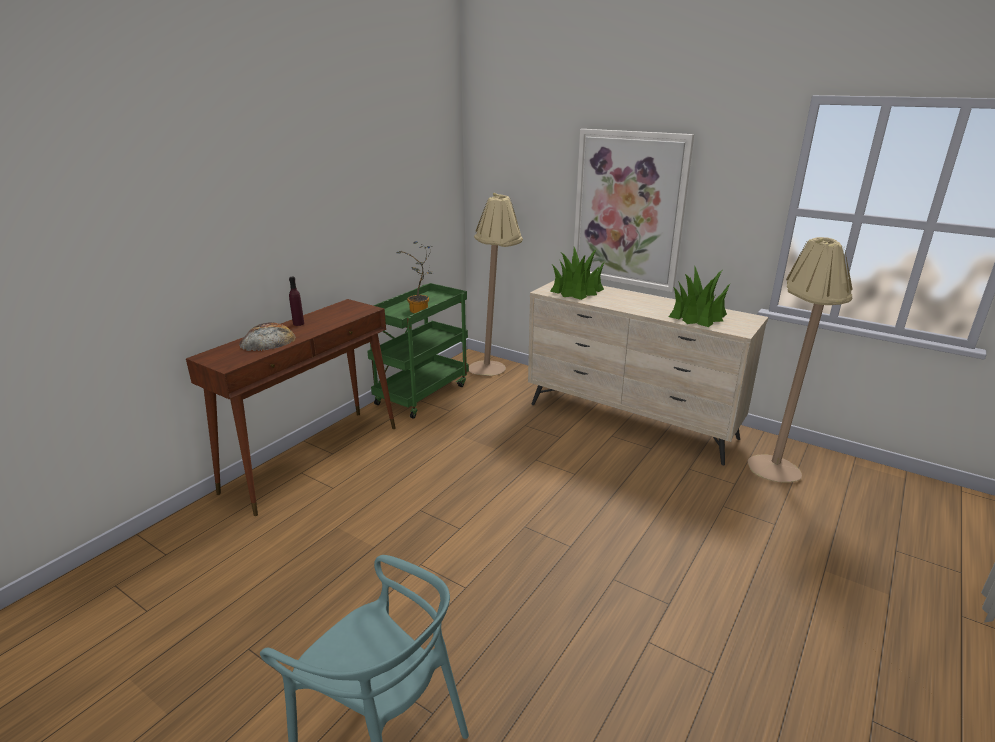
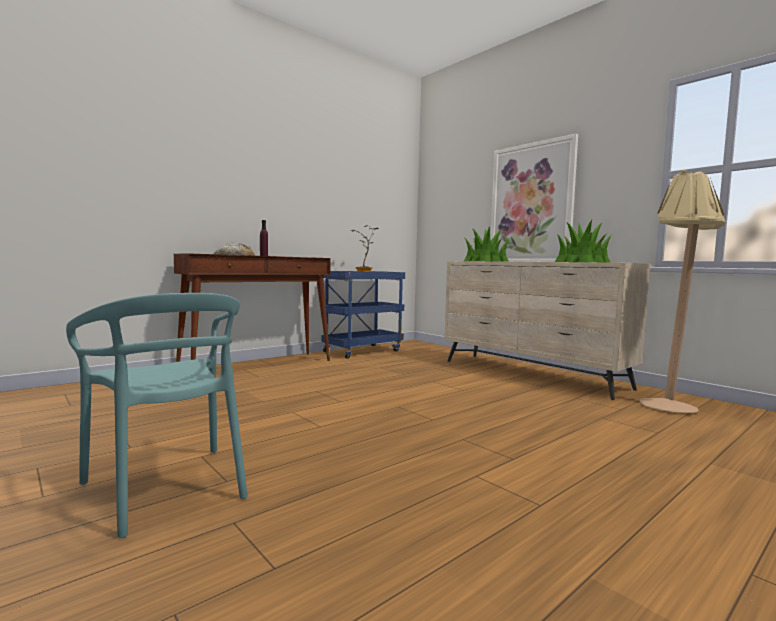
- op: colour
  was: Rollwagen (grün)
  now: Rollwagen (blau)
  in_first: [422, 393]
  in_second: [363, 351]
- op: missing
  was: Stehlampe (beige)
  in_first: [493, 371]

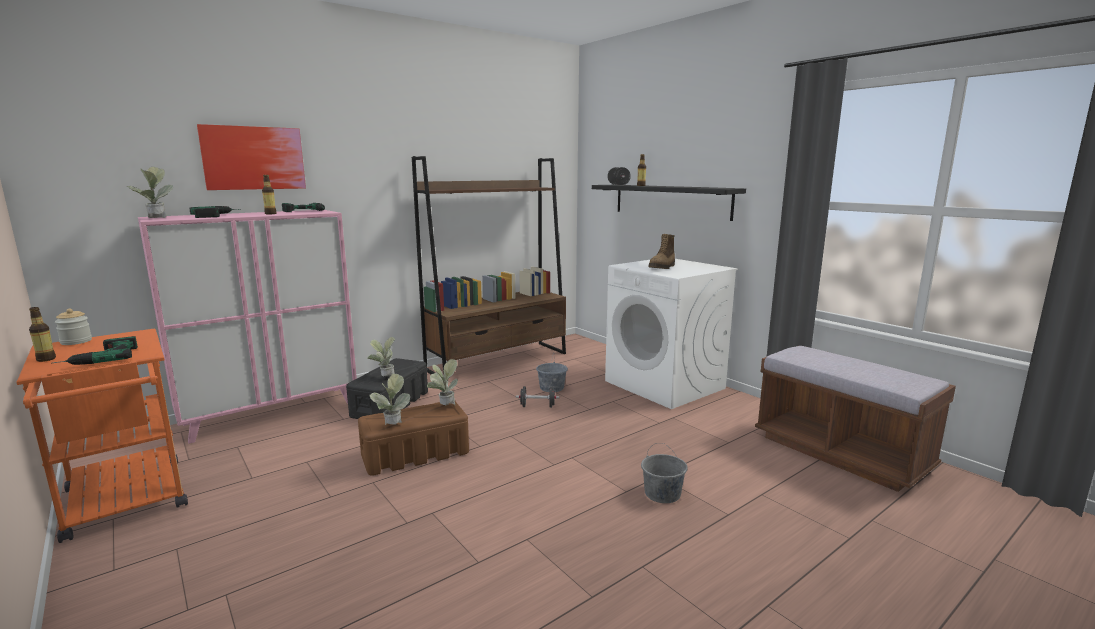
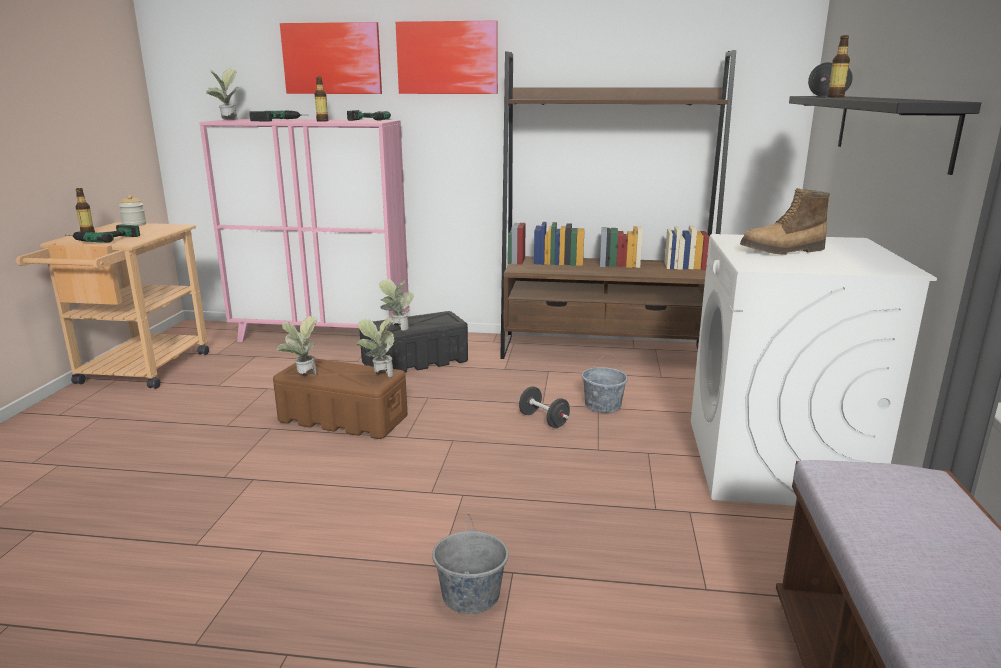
- op: colour
  was: Rollwagen (orange)
  now: Rollwagen (beige)
  in_first: [126, 503]
  in_second: [138, 372]
- op: appeared
  now: Bild
  in_second: [447, 58]

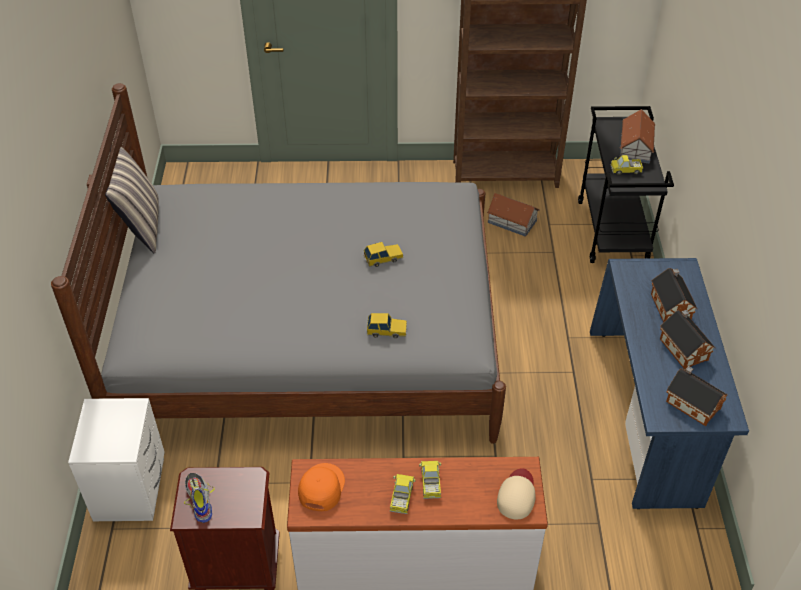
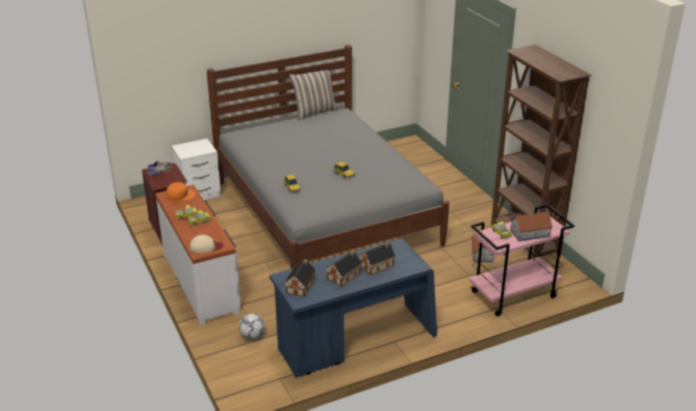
- op: appeared
  now: Fußball
  in_second: [252, 336]
- op: colour
  was: Rollwagen (schwarz)
  now: Rollwagen (rosa)
  in_first: [613, 232]
  in_second: [513, 295]

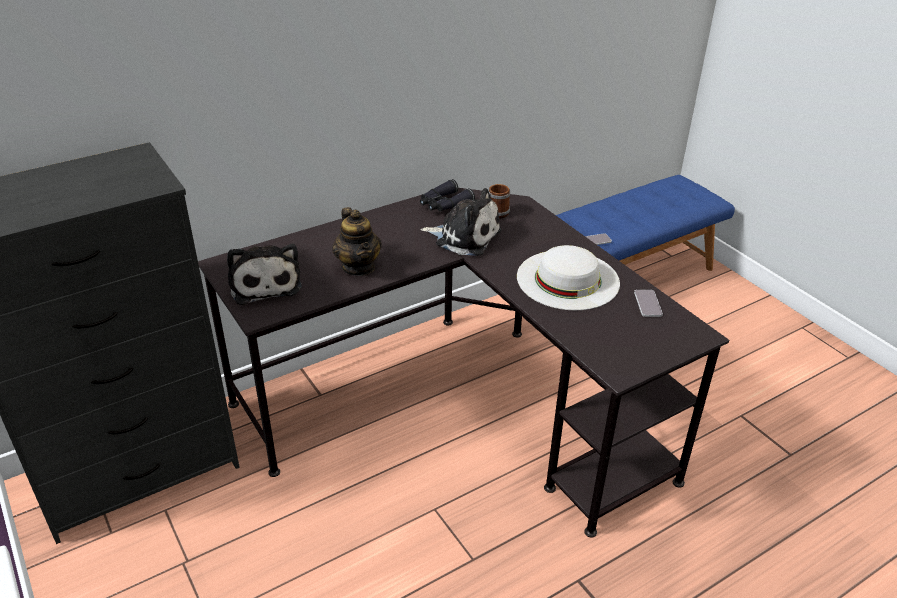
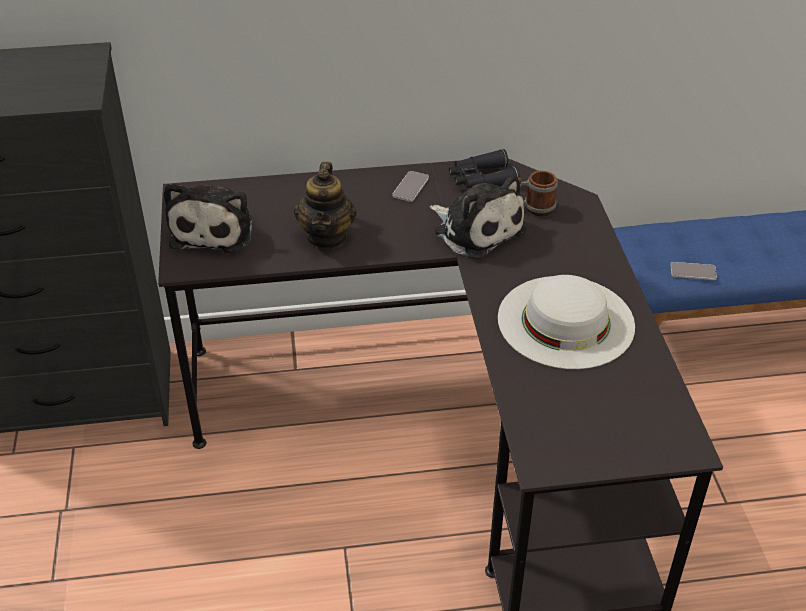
- op: relocated
  was: Handy
  in_first: [647, 304]
  in_second: [410, 187]

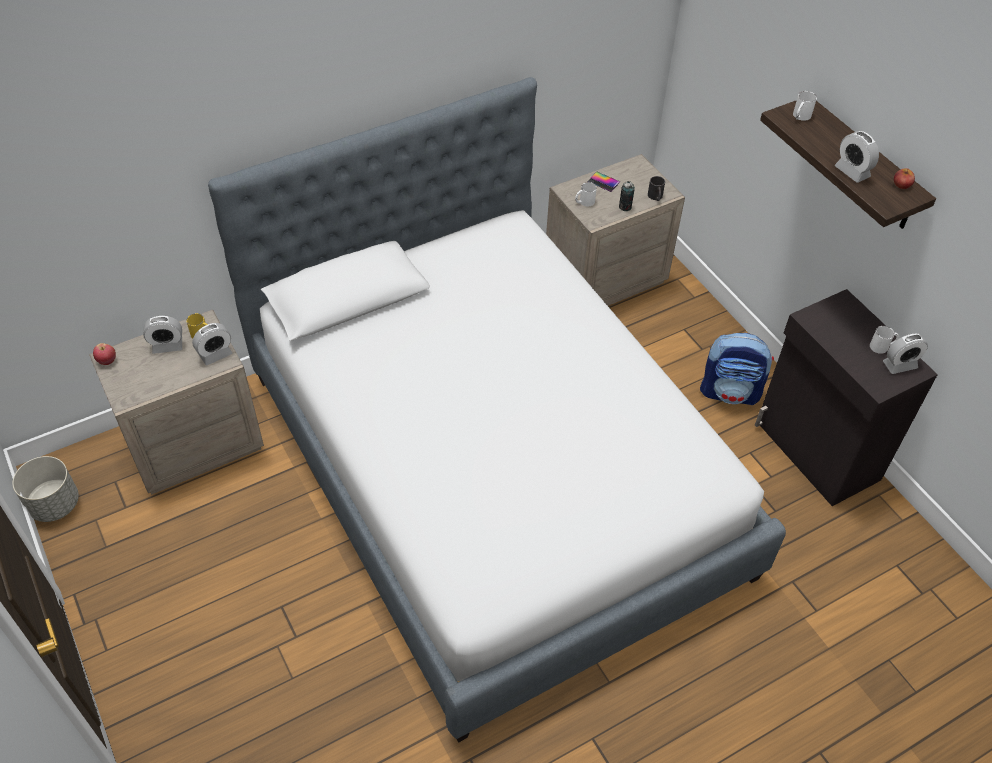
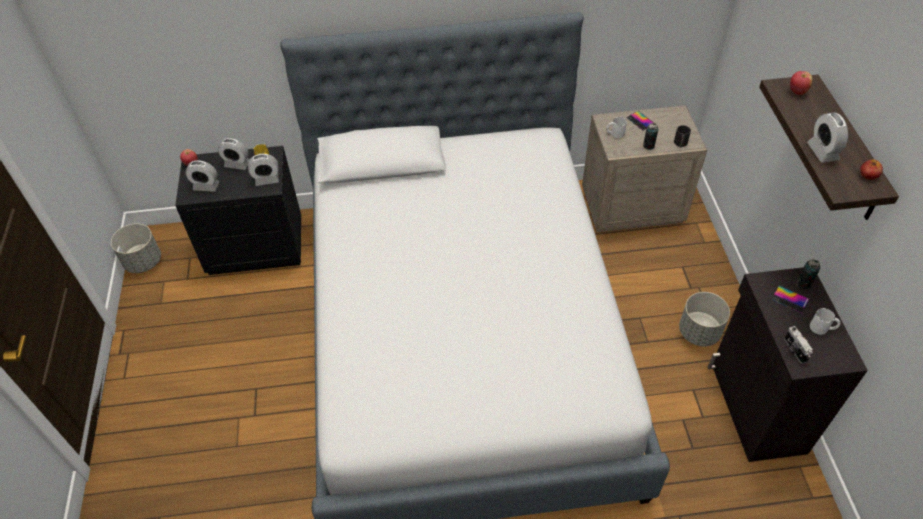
- op: colour
  was: Nachttisch (beige)
  now: Nachttisch (schwarz)
  in_first: [194, 443]
  in_second: [256, 246]
- op: relocated
  was: Wecker
  in_first: [899, 365]
  in_second: [206, 186]
- op: exchanged
  was: Rucksack
  now: Pflanzkübel (grau)
  in_first: [730, 392]
  in_second: [699, 332]
- op: appeared
  now: Handy
  in_second: [790, 299]
- op: appeared
  now: Kamera
  in_second: [794, 350]
- op: exchanged
  was: Henkelbecher (weiß)
  now: Apfel
  in_first: [800, 116]
  in_second: [797, 91]
- op: appeared
  now: Dose
  in_second: [803, 284]

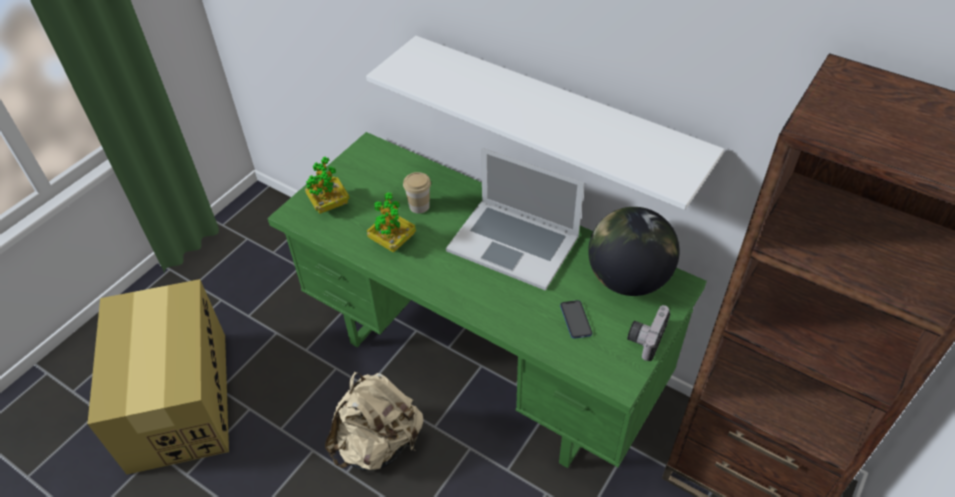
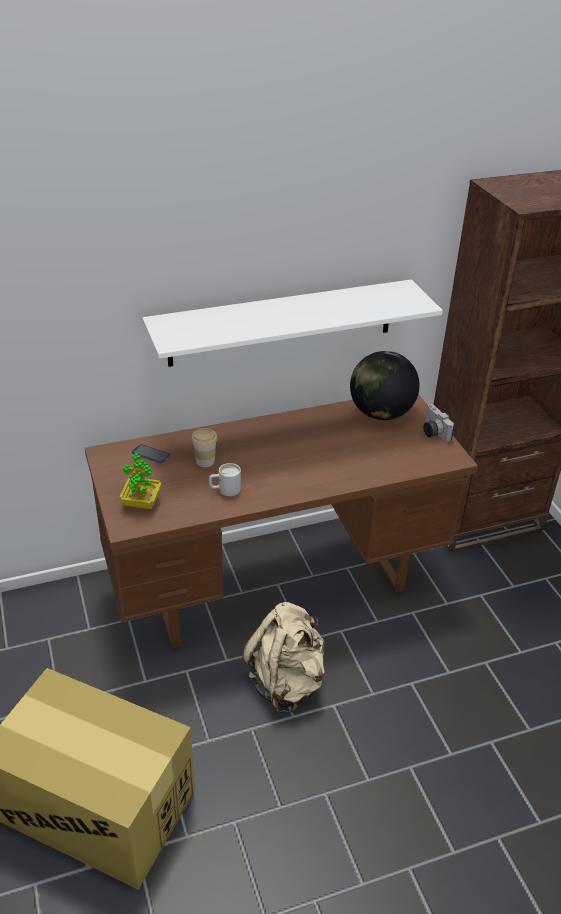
- op: colour
  was: Schreibtisch (grün)
  now: Schreibtisch (braun)
  in_first: [483, 363]
  in_second: [277, 582]
- op: relocated
  was: Handy
  in_first: [575, 320]
  in_second: [151, 454]
- op: exchanged
  was: Topfpflanze
  now: Henkelbecher (weiß)
  in_first: [392, 241]
  in_second: [224, 490]
- op: missing
  was: Laptop
  in_first: [513, 243]

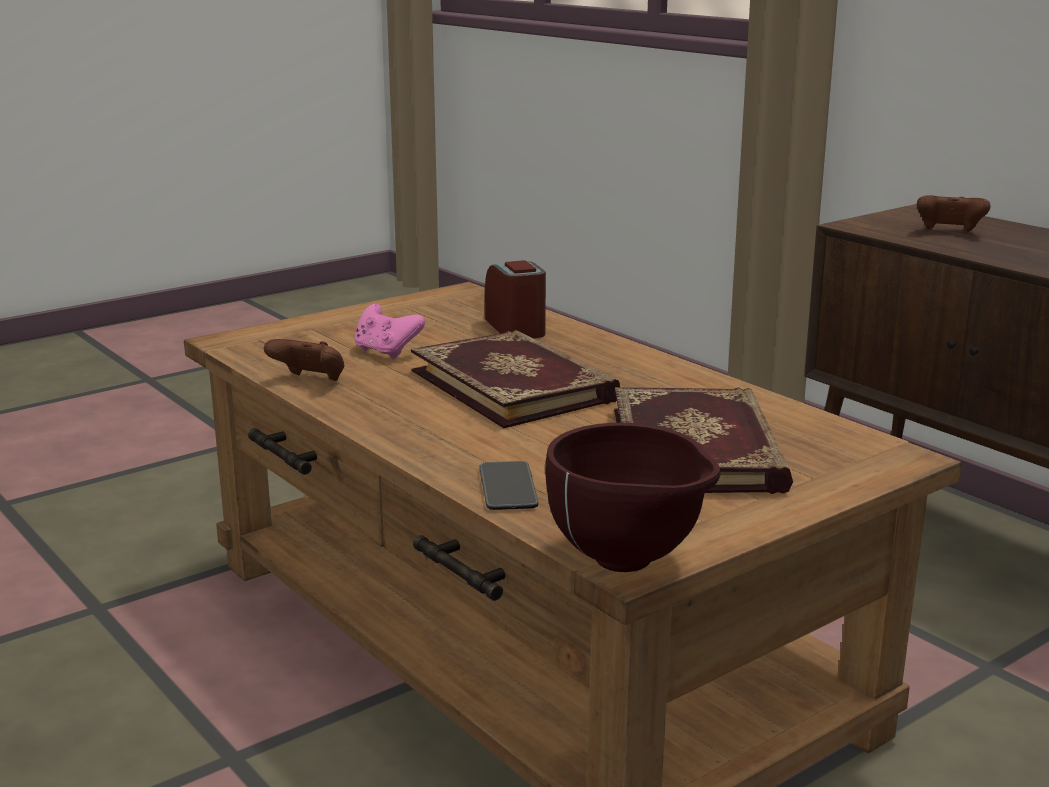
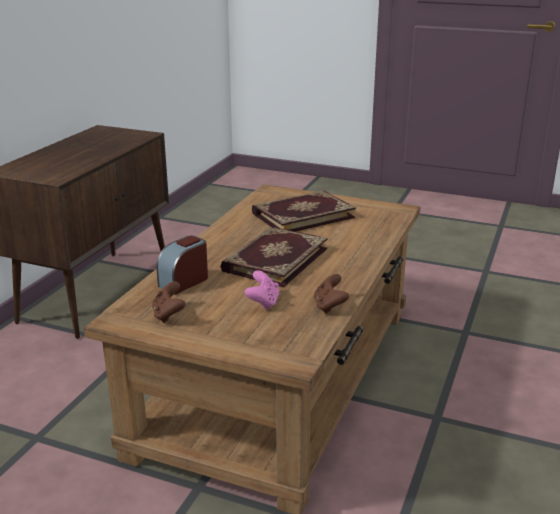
- op: relocated
  was: Gamepad (braun)
  in_first: [949, 232]
  in_second: [168, 315]
- op: missing
  was: Handy
  in_first: [508, 488]
- op: missing
  was: Schüssel (braun)
  in_first: [630, 563]

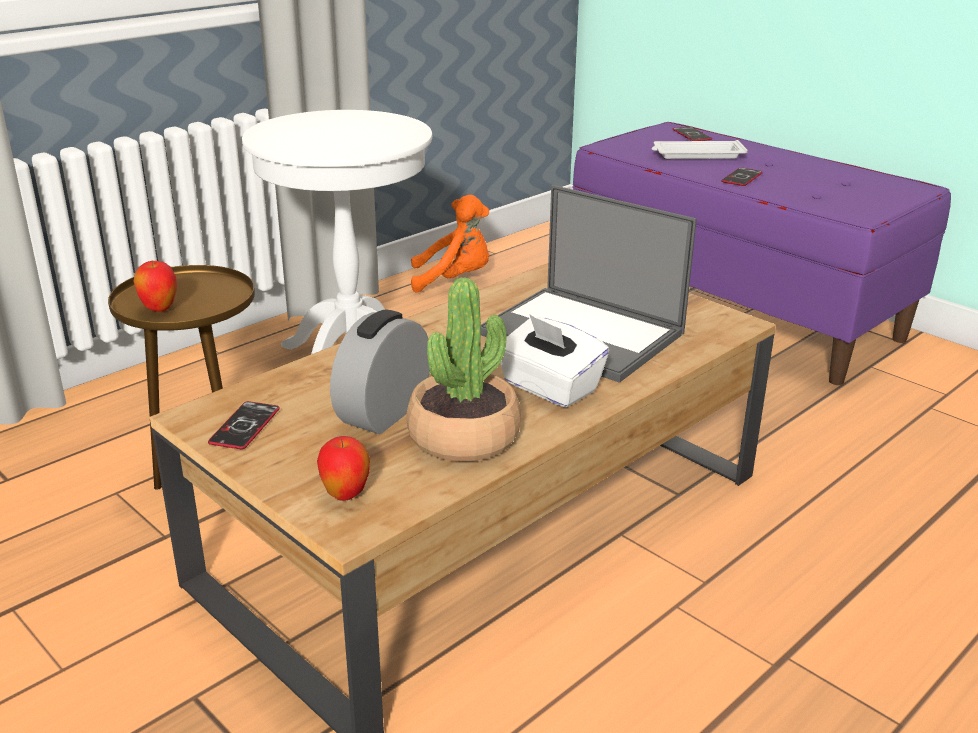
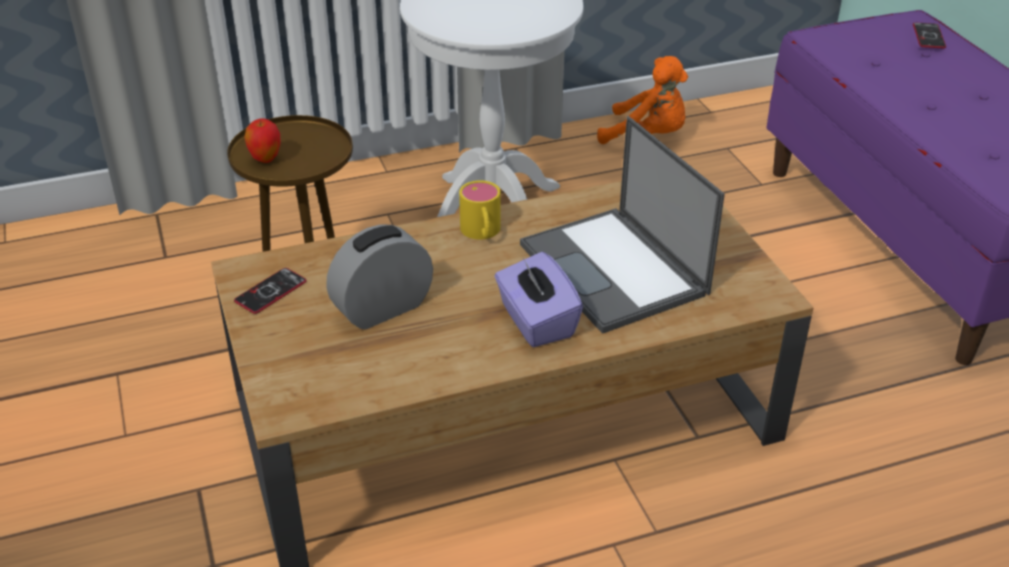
- op: appeared
  now: Henkelbecher (gelb)
  in_second: [482, 233]
- op: colour
  was: Taschentuchbox (weiß)
  now: Taschentuchbox (lila)
  in_first: [549, 388]
  in_second: [536, 321]
- op: missing
  was: Apfel
  in_first: [346, 495]
- op: missing
  was: Topfpflanze
  in_first: [464, 437]
- op: missing
  was: Tablett (weiß)
  in_first: [696, 155]
- op: missing
  was: Handy
  in_first: [742, 178]

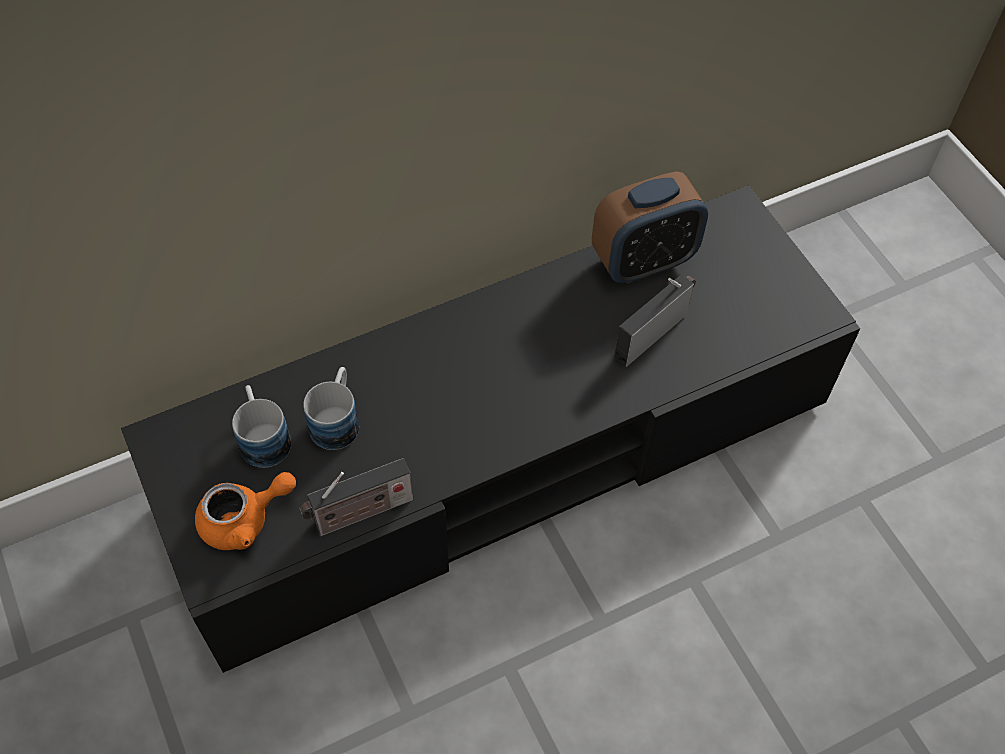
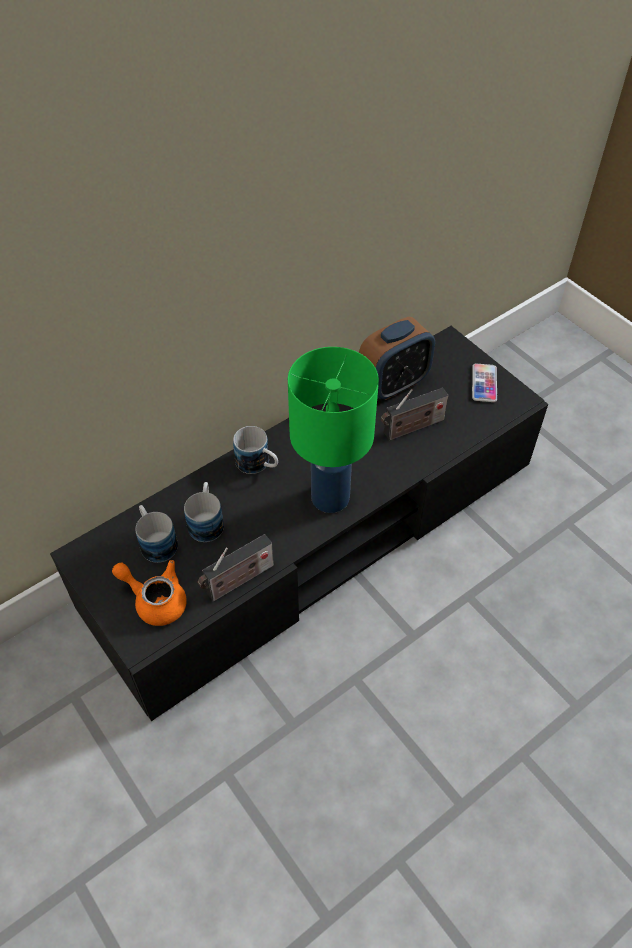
- op: spun
  was: Teekanne (orange)
  in_first: [244, 520]
  in_second: [155, 600]
  clockwise: -120
- op: appeared
  now: Henkelbecher
  in_second: [258, 465]
- op: appeared
  now: Tischlampe (grün)
  in_second: [329, 496]
- op: spun
  was: Radio
  in_first: [652, 332]
  in_second: [411, 428]
  clockwise: -150
- op: appeared
  now: Handy
  in_second: [484, 383]

